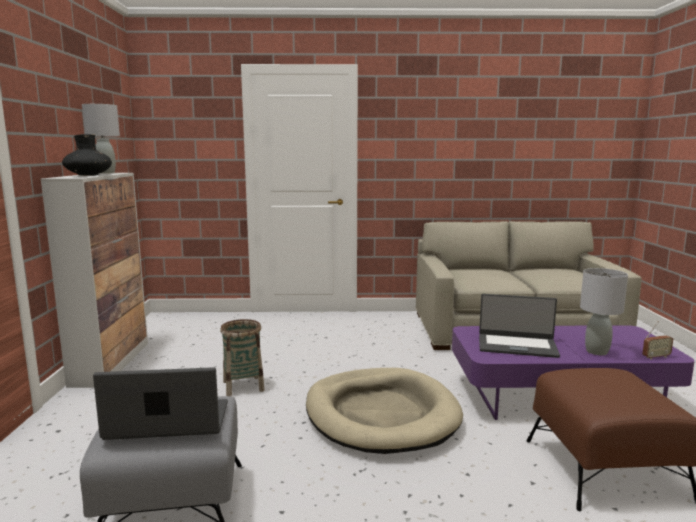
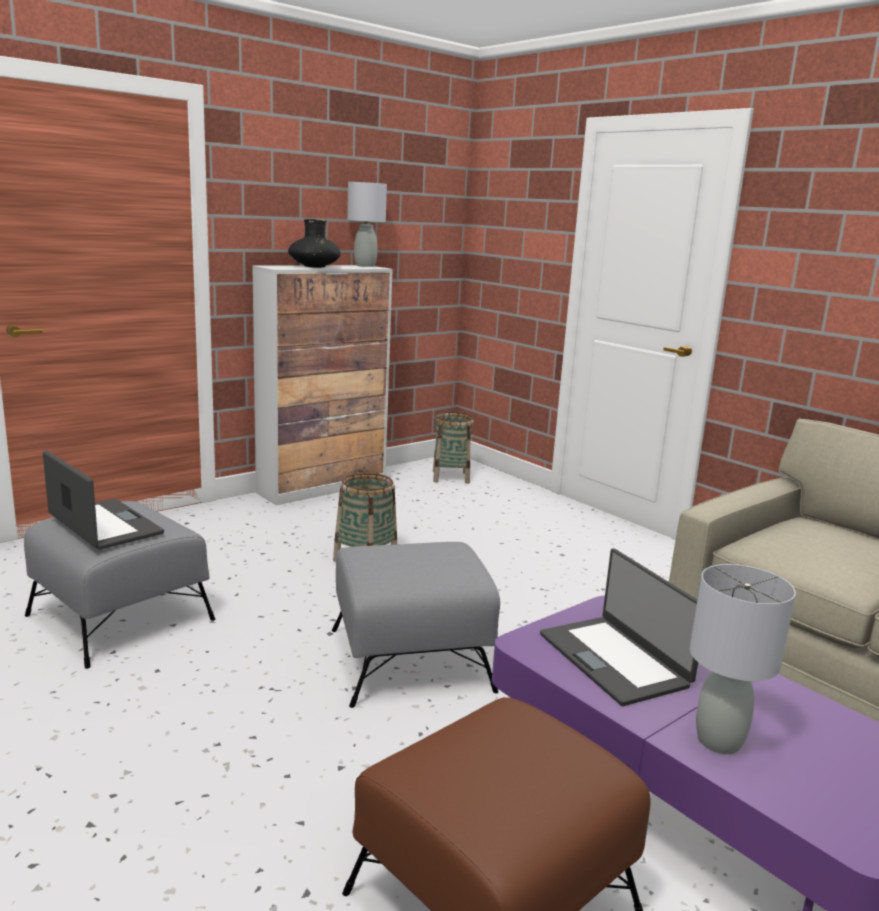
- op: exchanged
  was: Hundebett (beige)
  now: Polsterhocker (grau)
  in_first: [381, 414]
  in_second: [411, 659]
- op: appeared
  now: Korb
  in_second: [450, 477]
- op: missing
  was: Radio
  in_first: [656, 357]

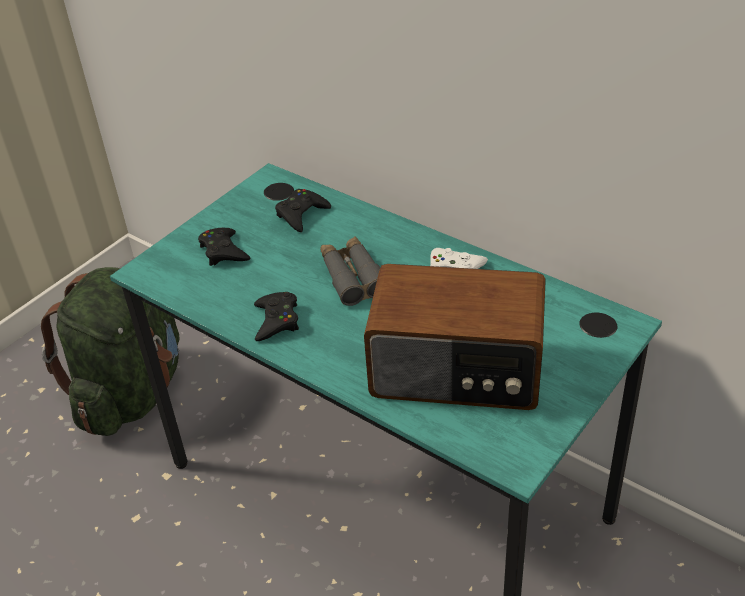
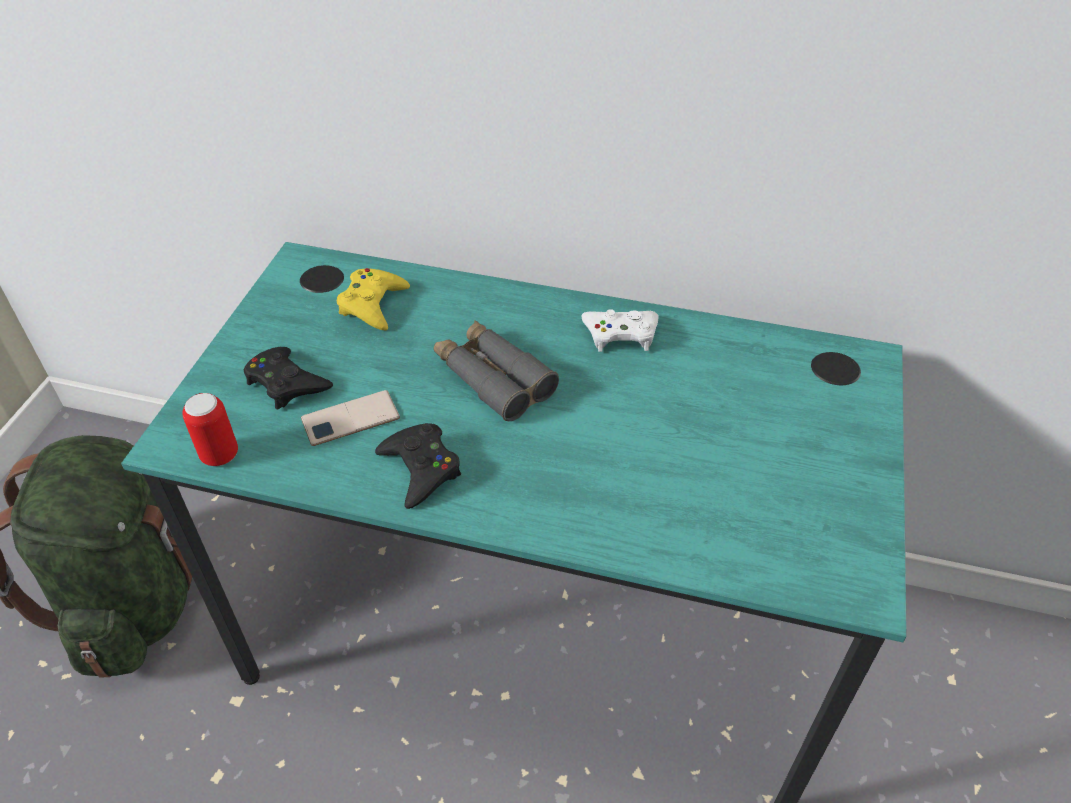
- op: appeared
  now: Dose
  in_second: [220, 455]
- op: appeared
  now: Handy
  in_second: [350, 418]
- op: colour
  was: Gamepad (schwarz)
  now: Gamepad (gelb)
  in_first: [301, 214]
  in_second: [373, 304]
- op: missing
  was: Radio
  in_first: [457, 371]

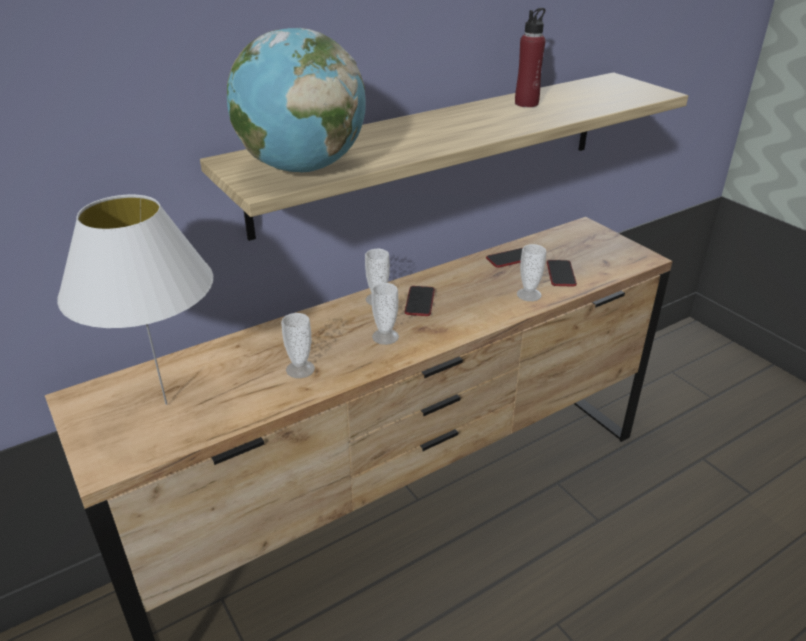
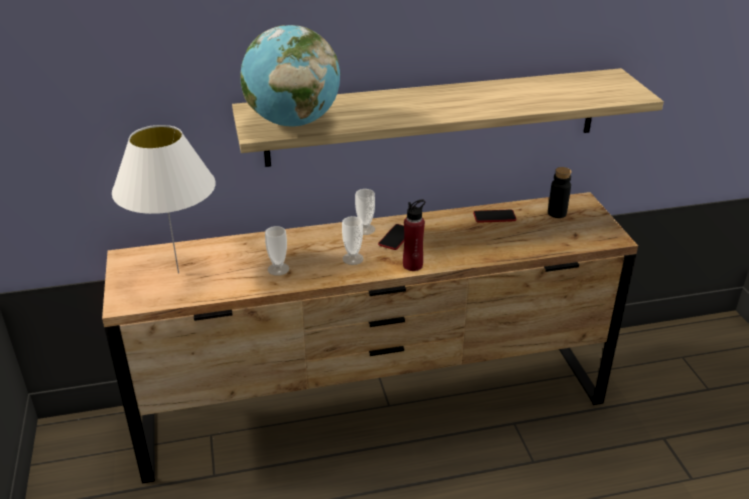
- op: relocated
  was: Flasche (rot)
  in_first: [526, 103]
  in_second: [413, 265]
- op: appeared
  now: Flasche (schwarz)
  in_second: [557, 213]
- op: missing
  was: Tasse
  in_first: [529, 294]
- op: missing
  was: Handy
  in_first: [561, 274]

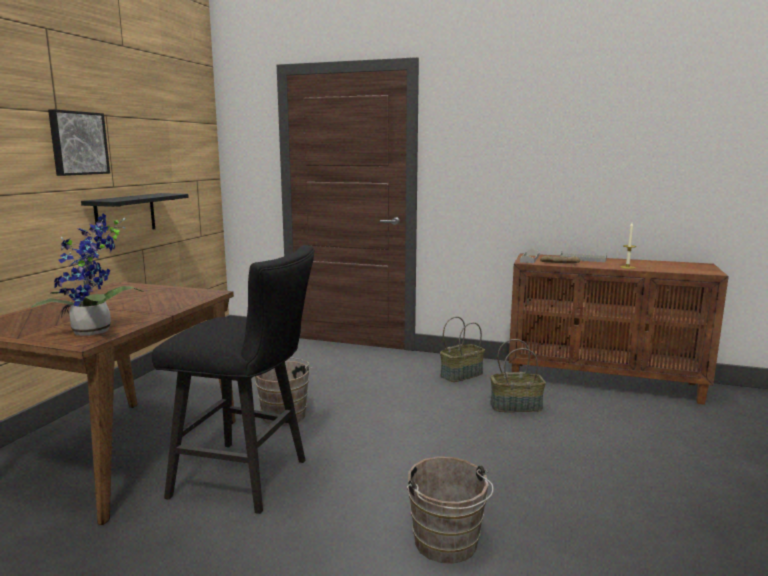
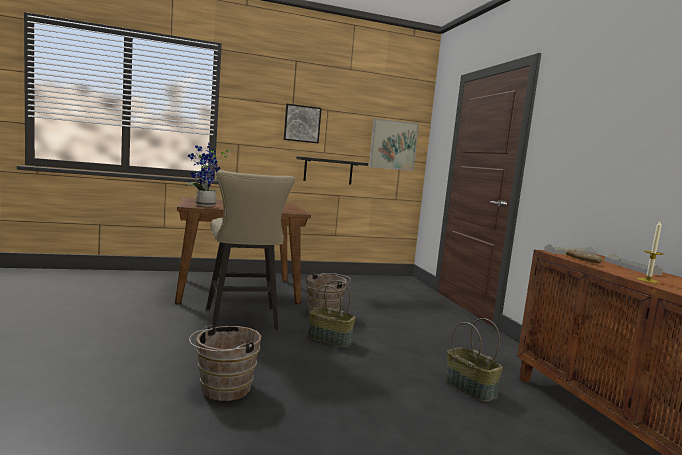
- op: colour
  was: Hocker (schwarz)
  now: Hocker (beige)
  in_first: [249, 479]
  in_second: [243, 321]
- op: relocated
  was: Korb
  in_first: [461, 374]
  in_second: [330, 339]
- op: appeared
  now: Bild
  in_second: [393, 145]

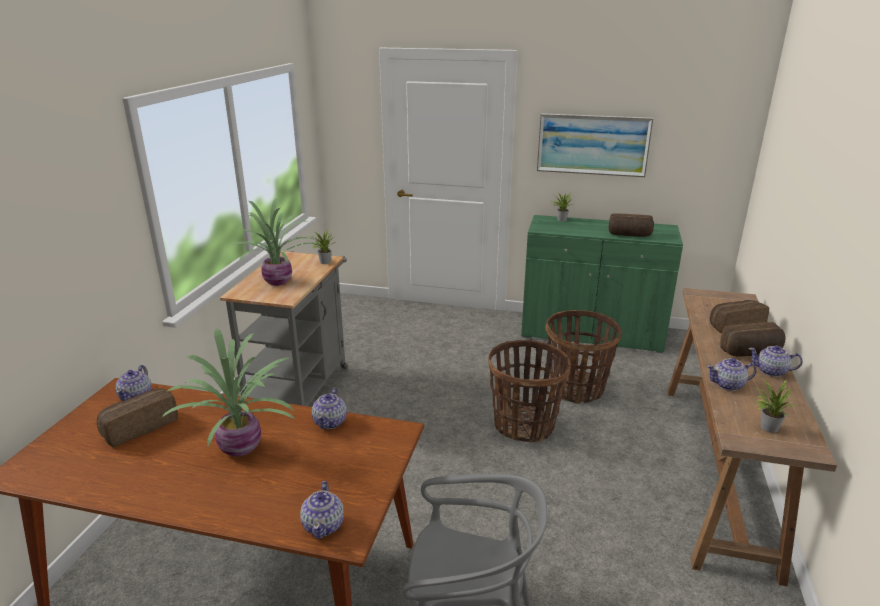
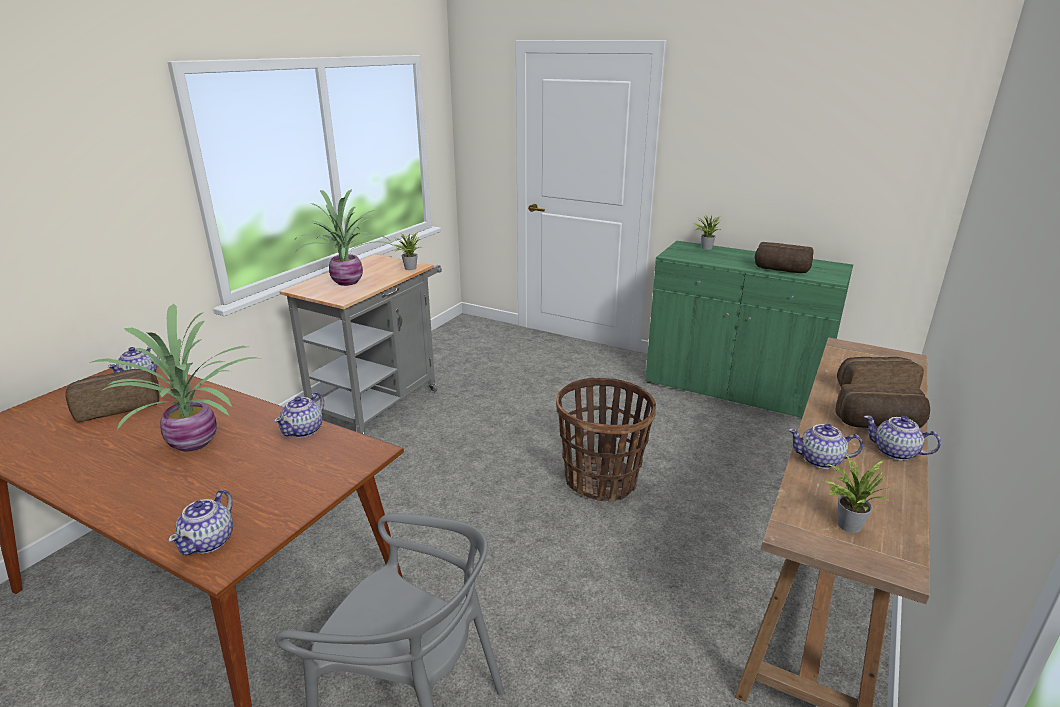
- op: missing
  was: Bild
  in_first: [593, 144]
- op: missing
  was: Korb
  in_first: [576, 389]

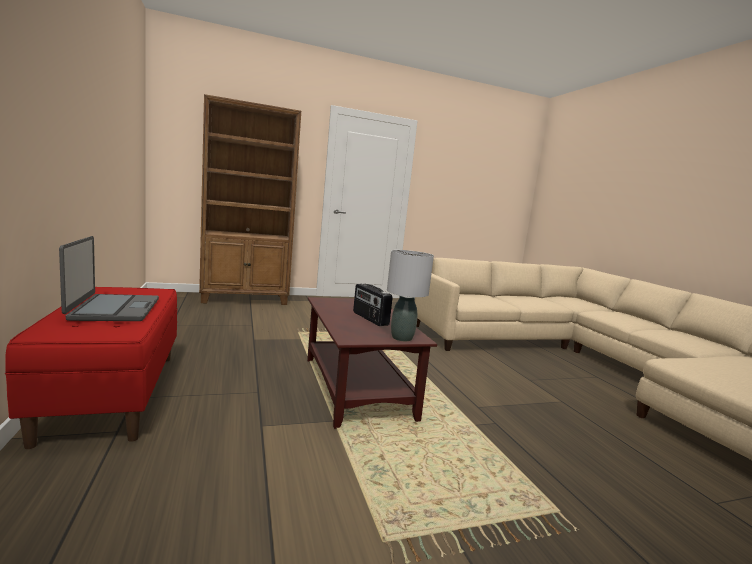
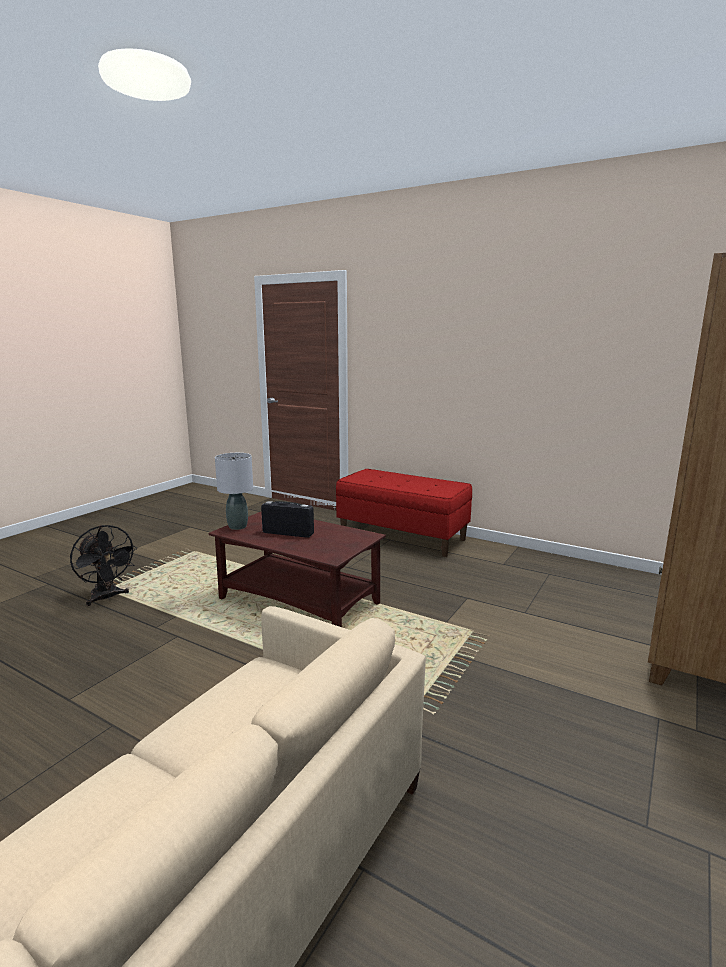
- op: appeared
  now: Ventilator (schwarz)
  in_second: [107, 598]
- op: missing
  was: Laptop
  in_first: [114, 309]

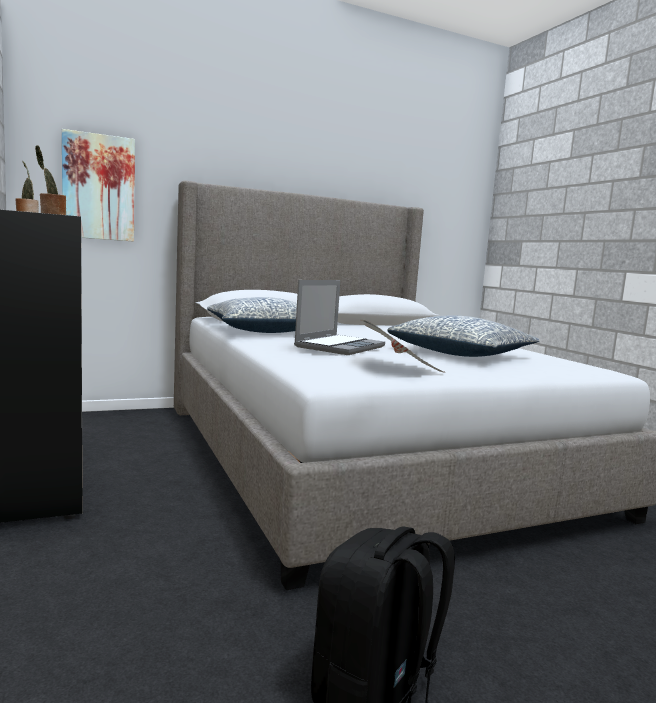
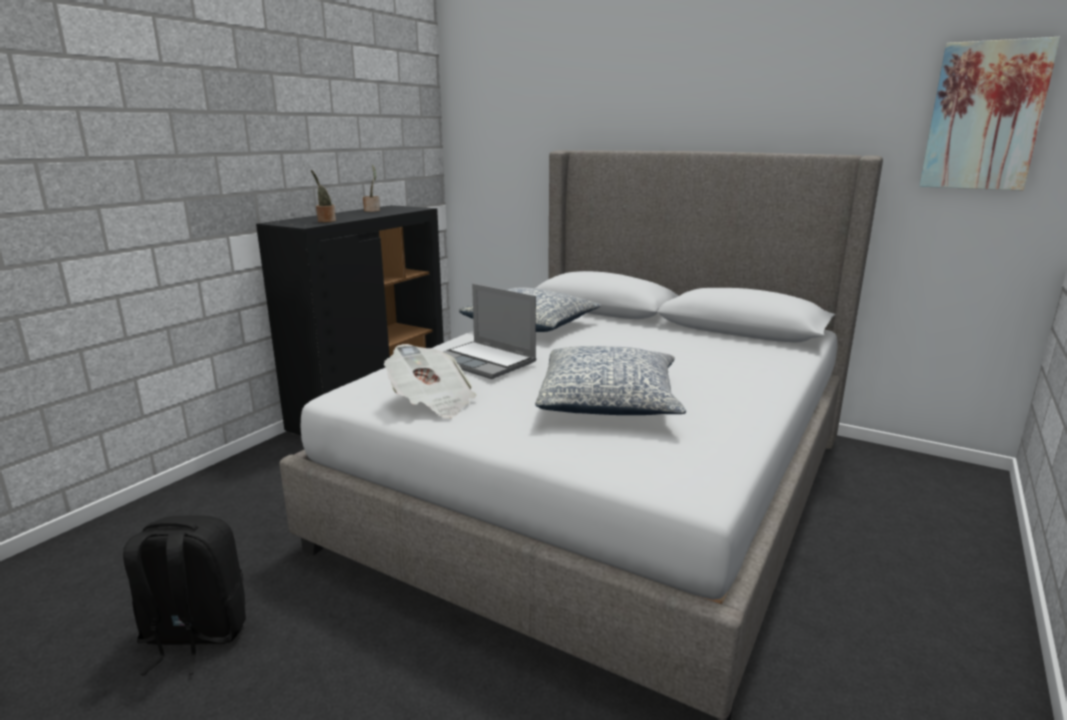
- op: spun
  was: Laptop
  in_first: [339, 346]
  in_second: [486, 361]
  clockwise: 45
- op: relocated
  was: Bild
  in_first: [99, 187]
  in_second: [984, 116]

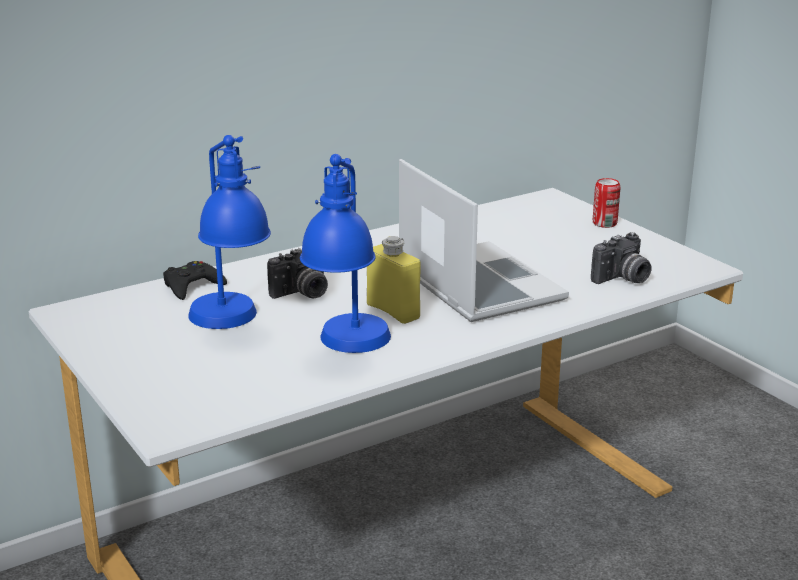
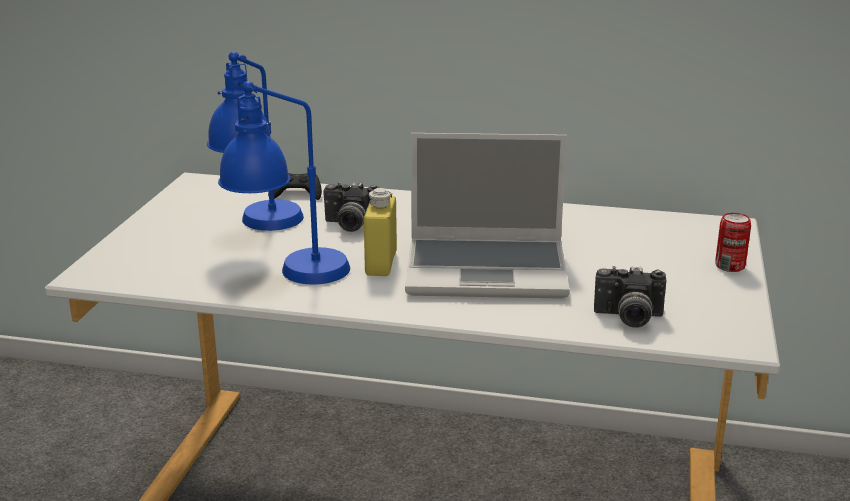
- op: spun
  was: Laptop
  in_first: [476, 285]
  in_second: [488, 270]
  clockwise: 75

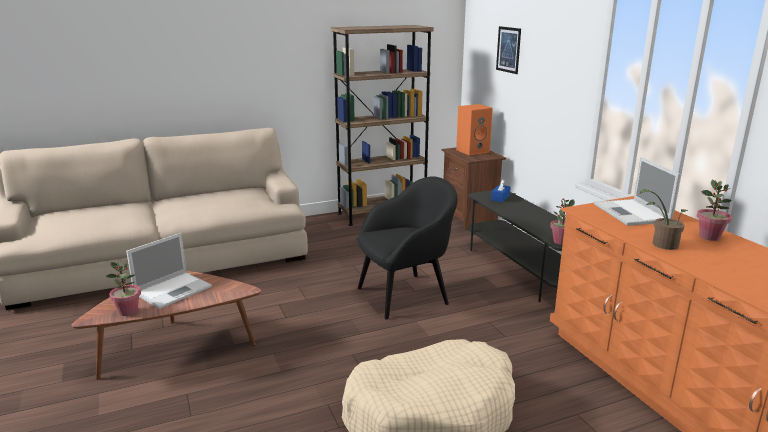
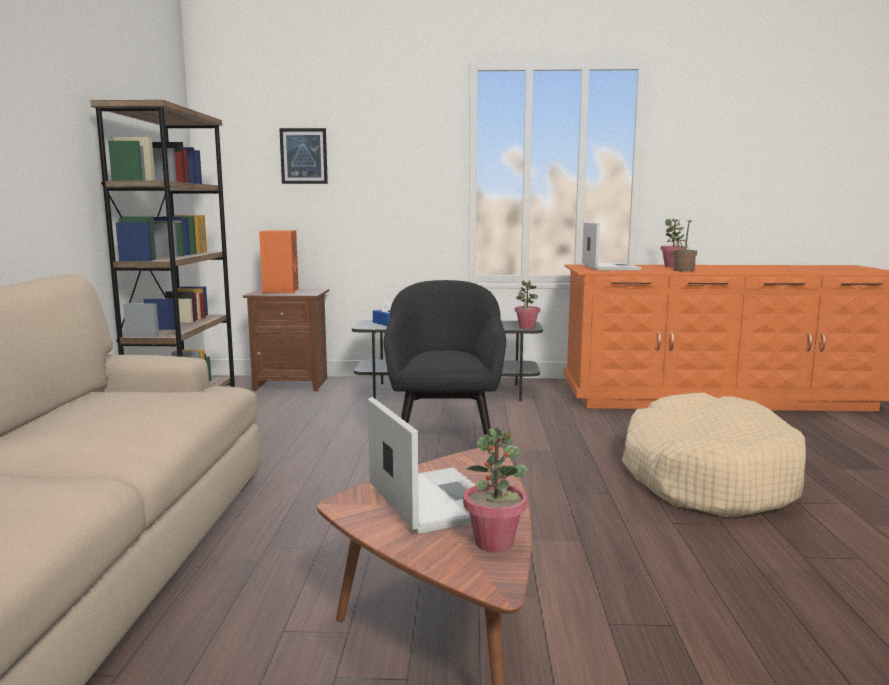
- op: spun
  was: Laptop
  in_first: [632, 213]
  in_second: [609, 267]
  clockwise: -105

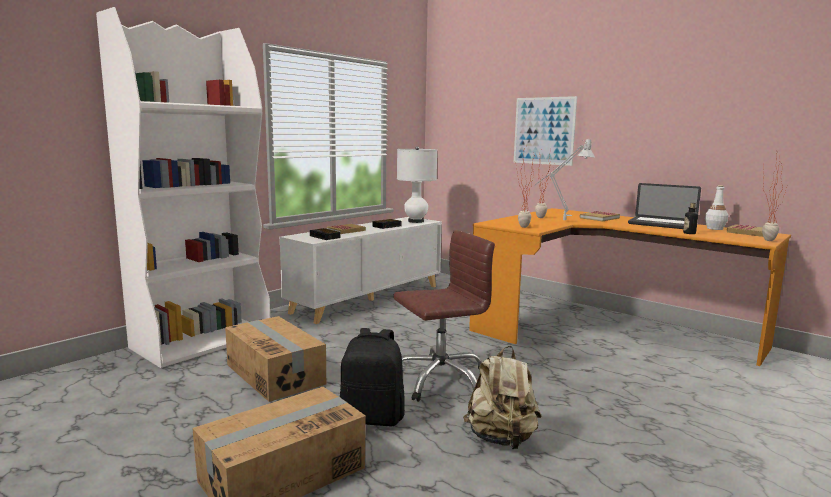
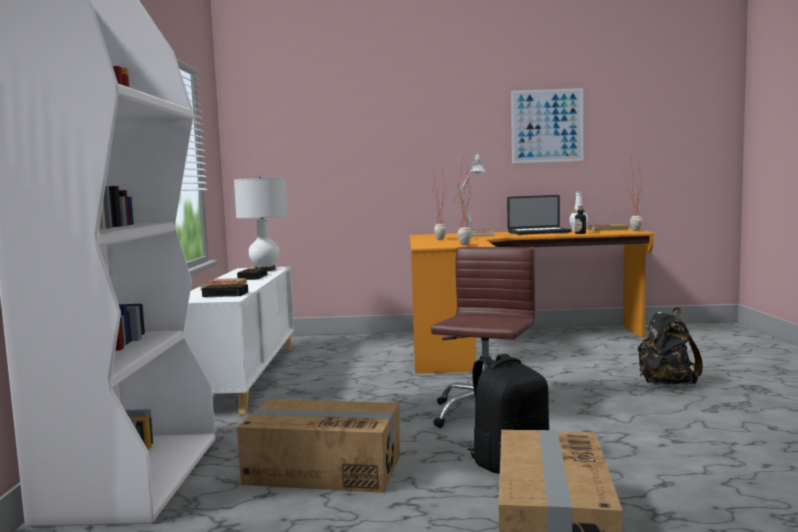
- op: relocated
  was: Bild
  in_first: [544, 131]
  in_second: [547, 126]
- op: appeared
  now: Rucksack (schwarz)
  in_second: [665, 384]
- op: missing
  was: Rucksack (beige)
  in_first: [501, 439]

